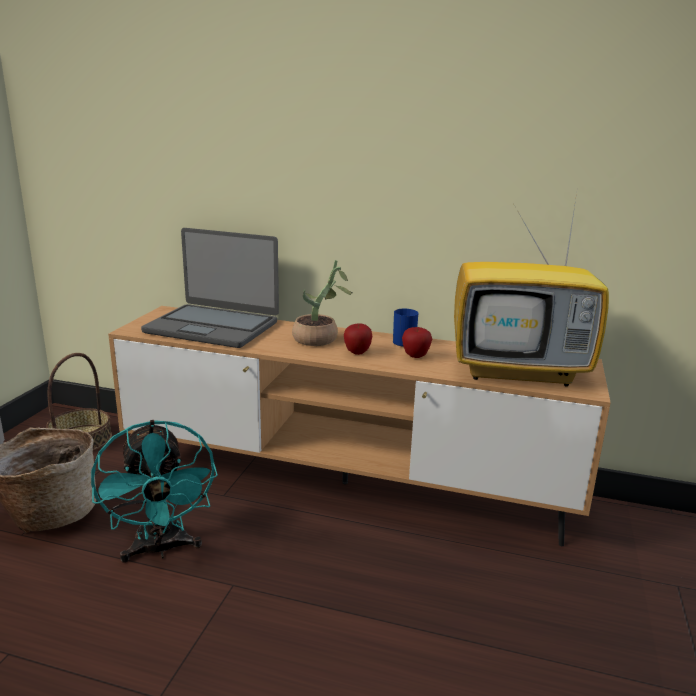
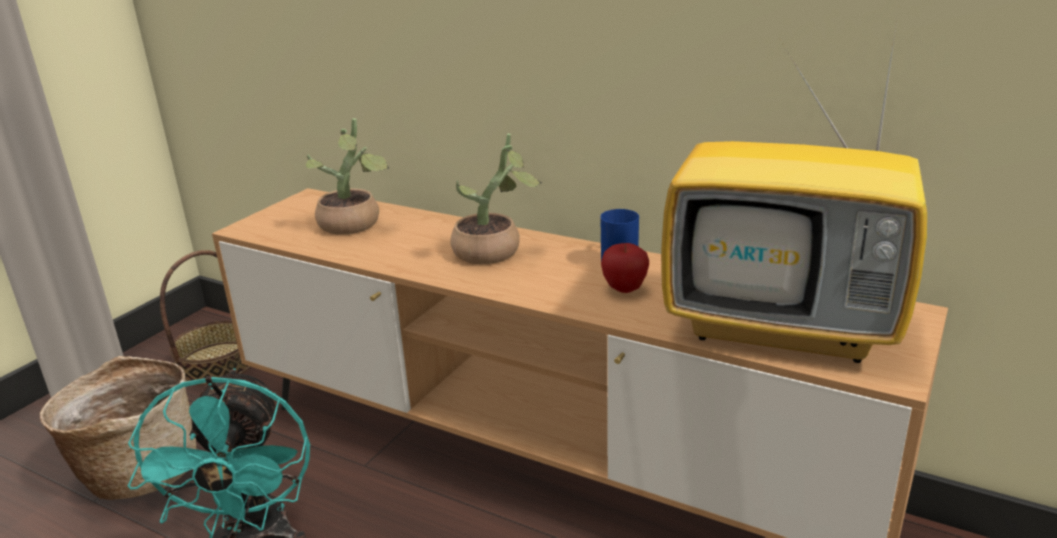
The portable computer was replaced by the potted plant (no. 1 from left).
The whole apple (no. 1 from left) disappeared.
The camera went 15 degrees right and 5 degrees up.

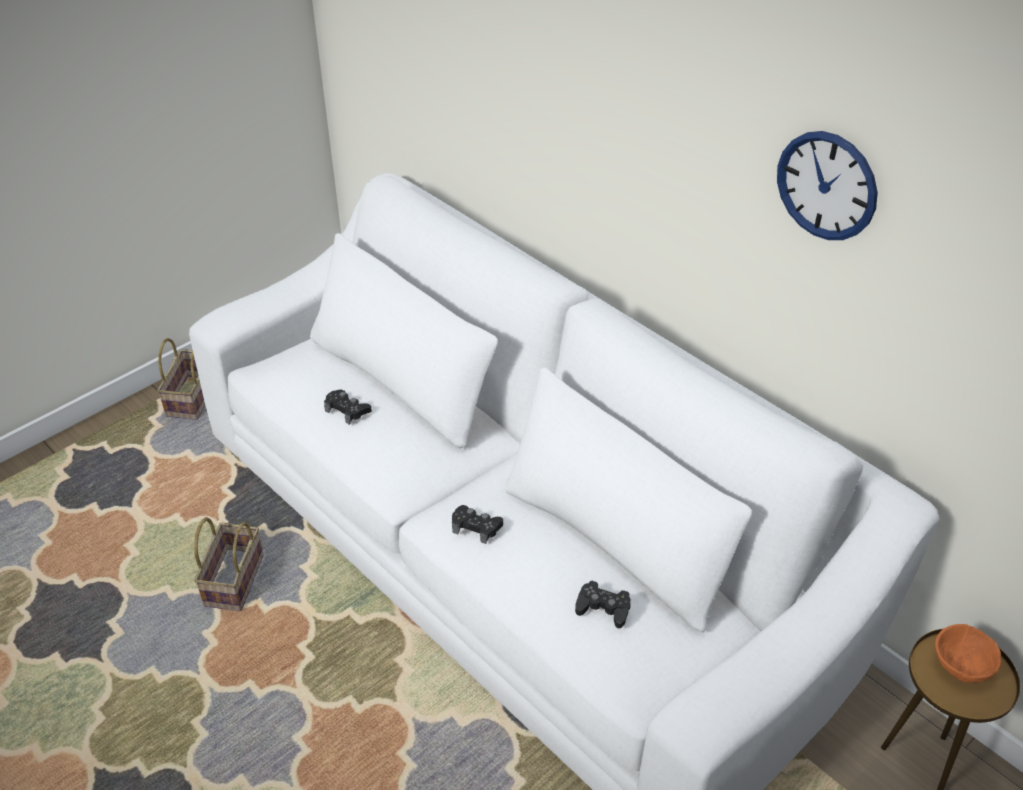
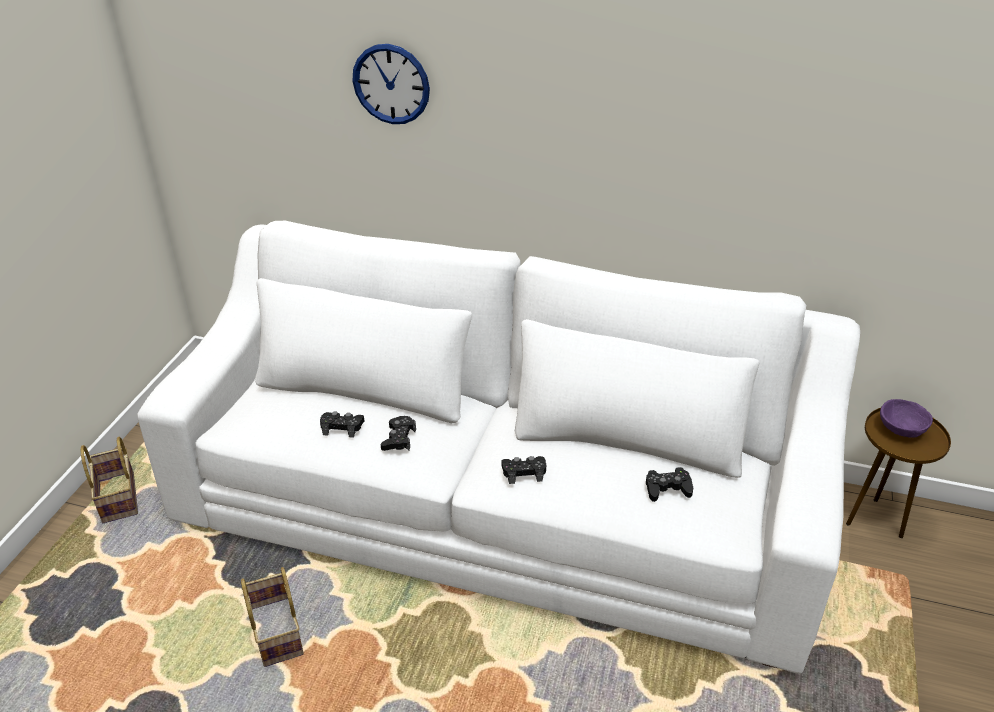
The clock on the wall moved.
The black-coloured gamepad (no. 2 from left) appeared.
The orange serving bowl became the purple serving bowl.
The camera went 30 degrees left and 5 degrees down.

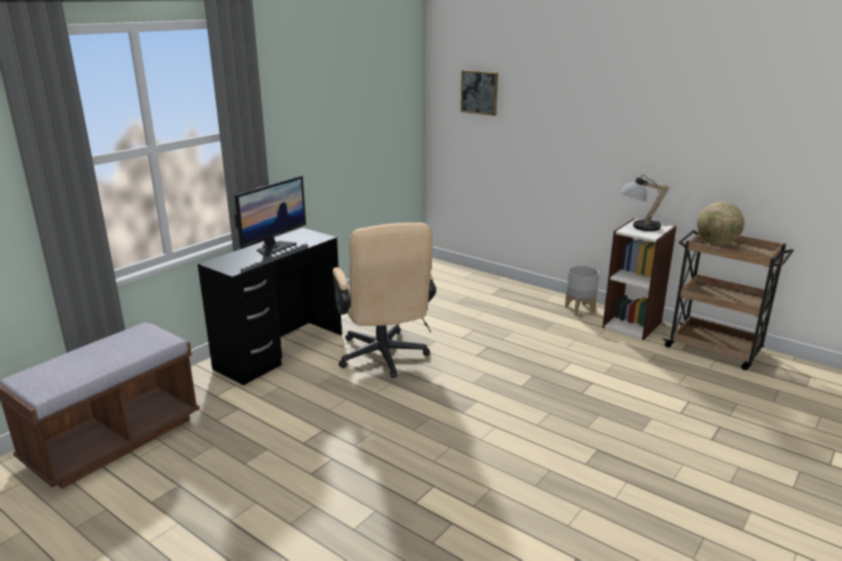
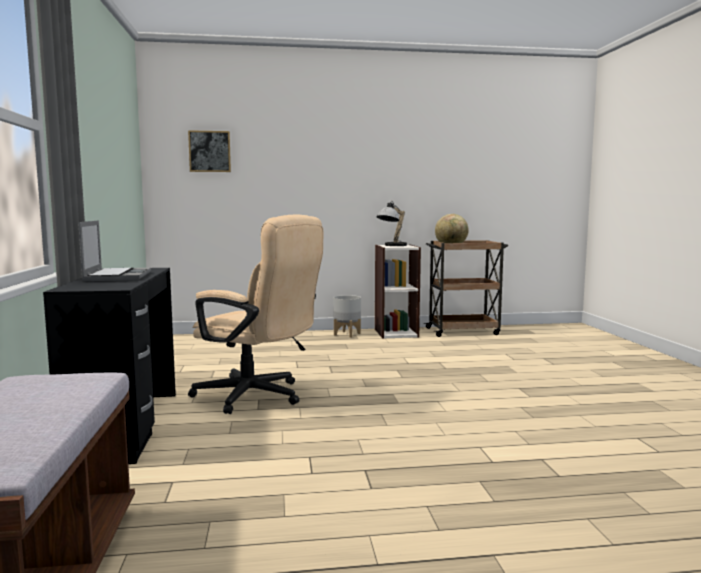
The monitor was replaced by the portable computer.
The camera went 45 degrees left and 15 degrees down.

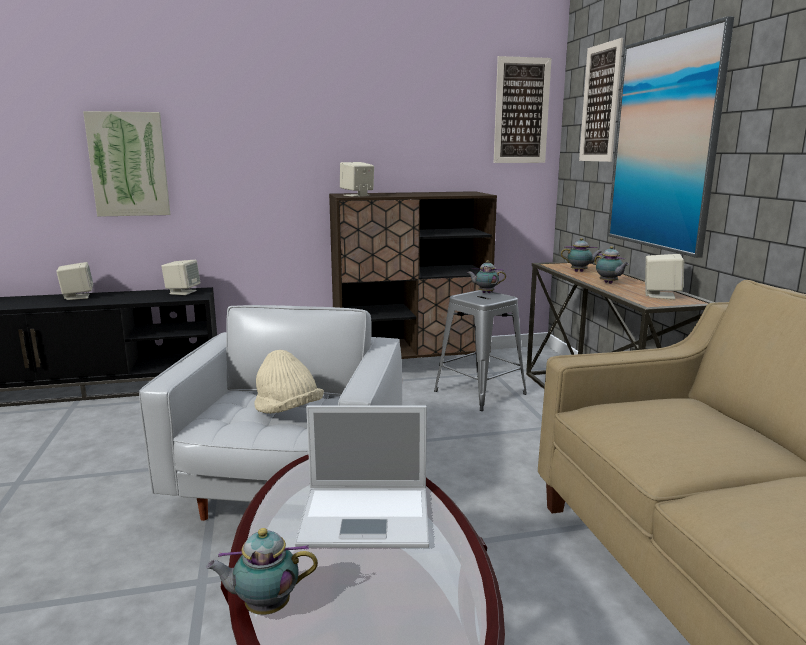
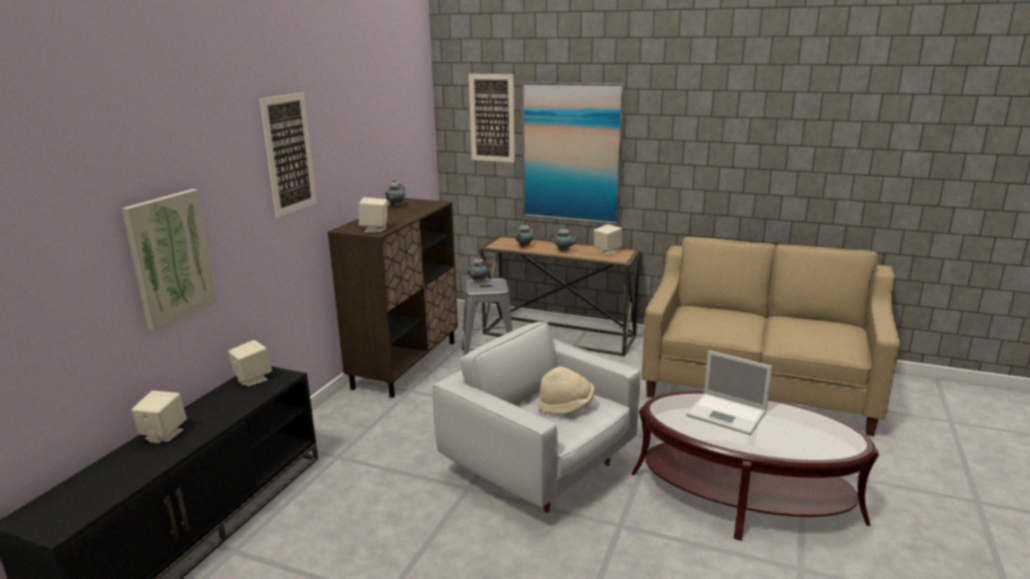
The wall picture (no. 2 from left) moved.
The teapot (no. 1 from left) moved.
The portable computer turned 90 degrees clockwise.
The camera went 55 degrees left and 5 degrees up.

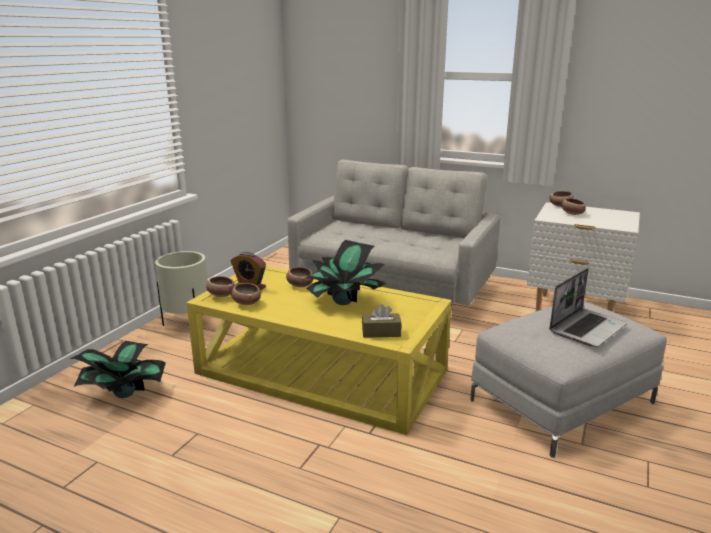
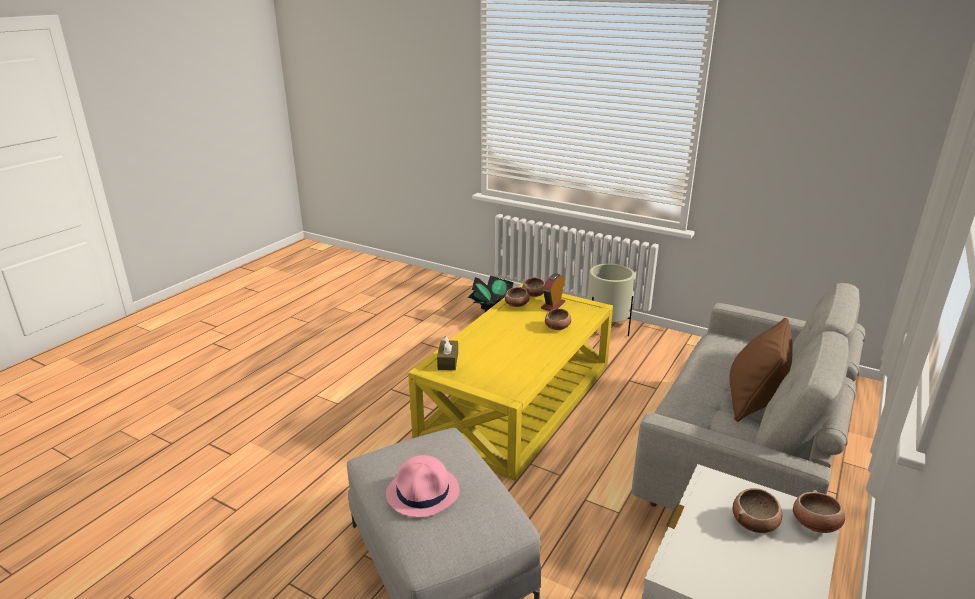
The portable computer was replaced by the pink-coloured hat.
The brownish cushion appeared.
The potted plant (no. 2 from left) disappeared.
The camera went 95 degrees right and 5 degrees up.

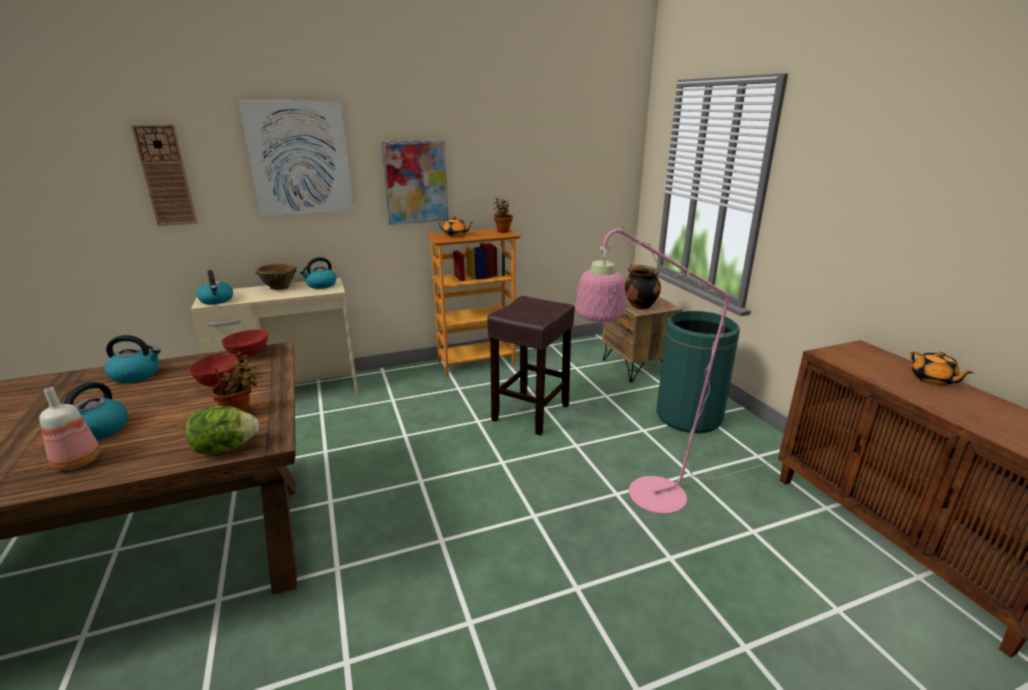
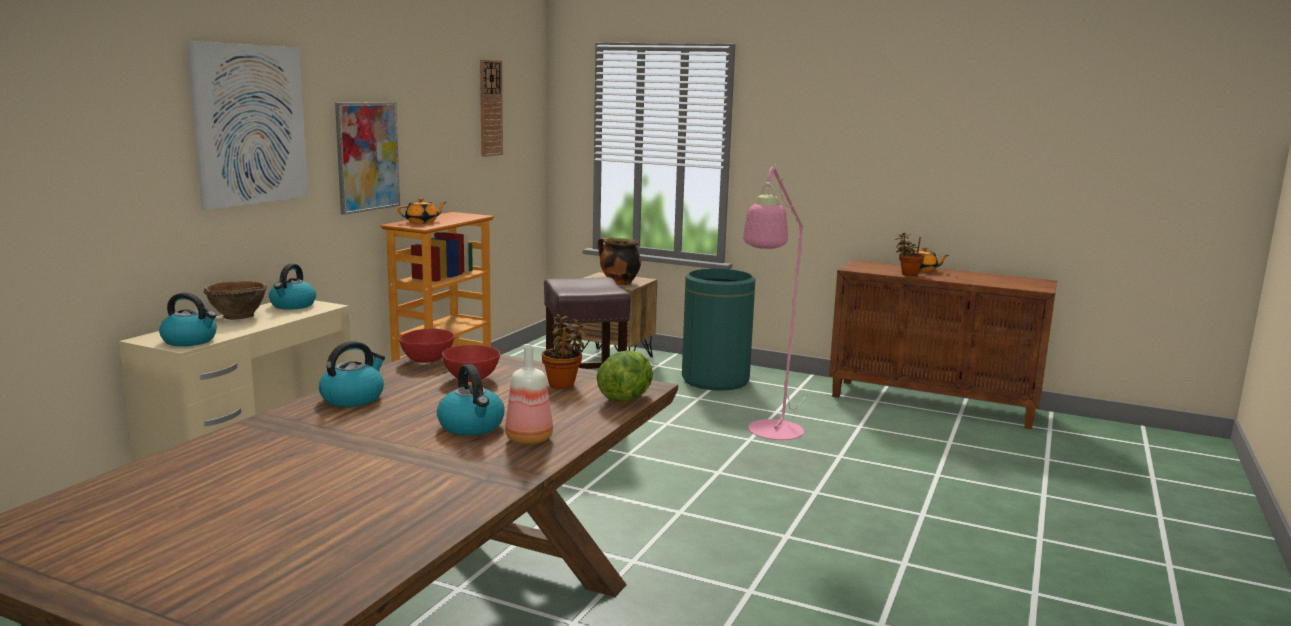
The clock on the wall moved.
The potted plant (no. 2 from left) moved.
The camera went 45 degrees left and 10 degrees down.

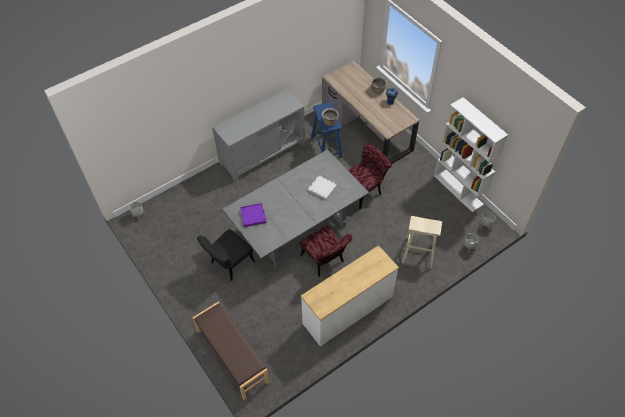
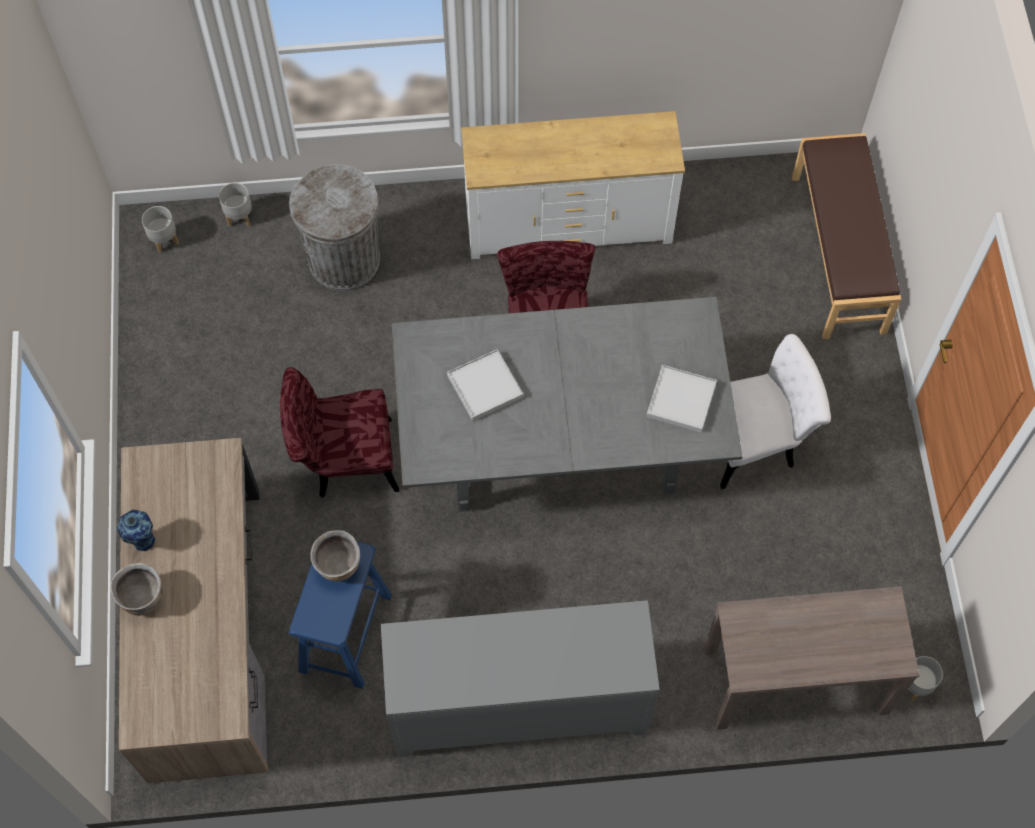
The sand-coloured stool was replaced by the gray waste bin.
The purple carrying tray became the white-coloured carrying tray (no. 2 from left).
The brownish narrow table appeared.
The black-coloured plain chair became the white-coloured plain chair.
The white-coloured bookcase disappeared.
The camera went 150 degrees left and 10 degrees up.

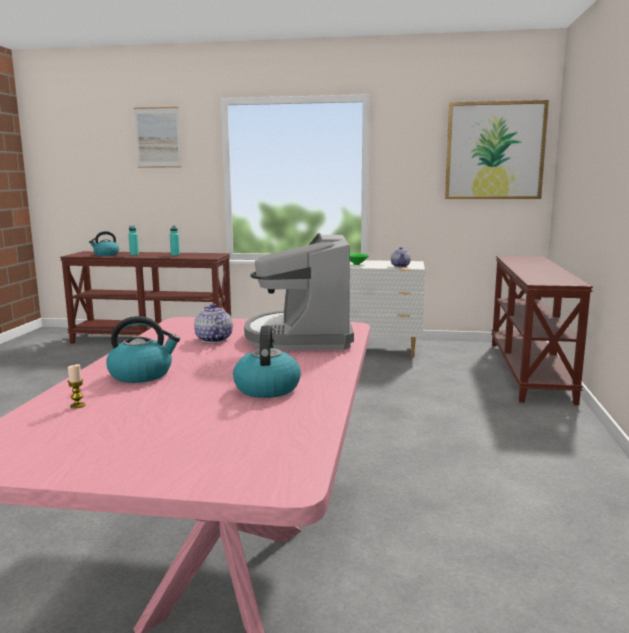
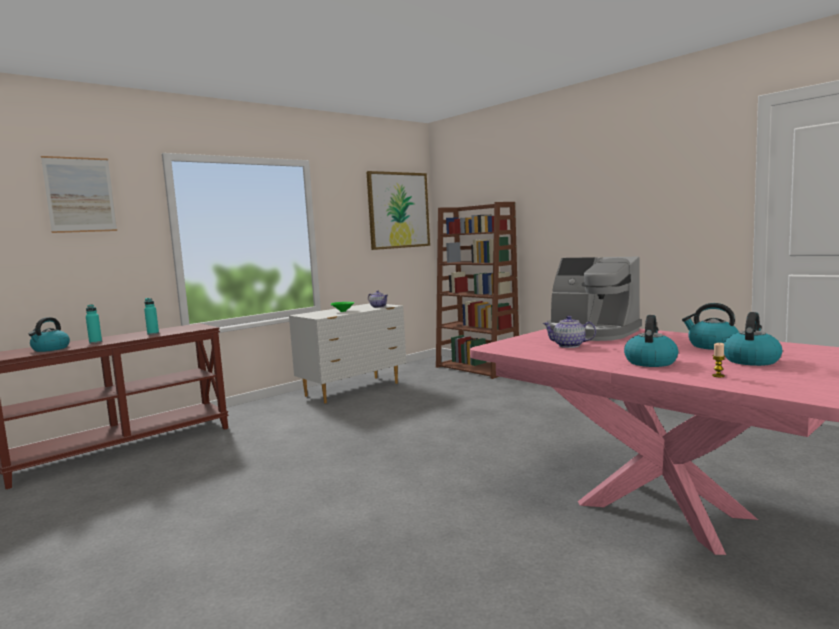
The brownish narrow table (no. 2 from left) was replaced by the brownish bookcase.
The kettle (no. 4 from left) appeared.
The camera went 50 degrees left and 5 degrees down.

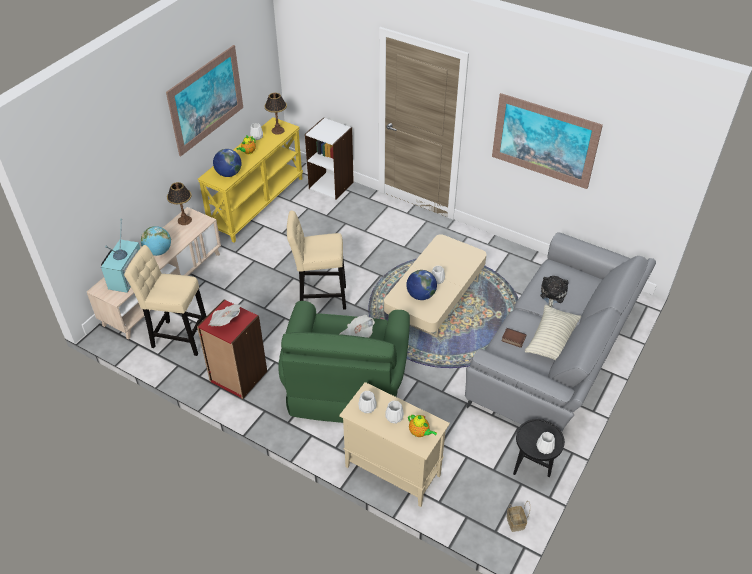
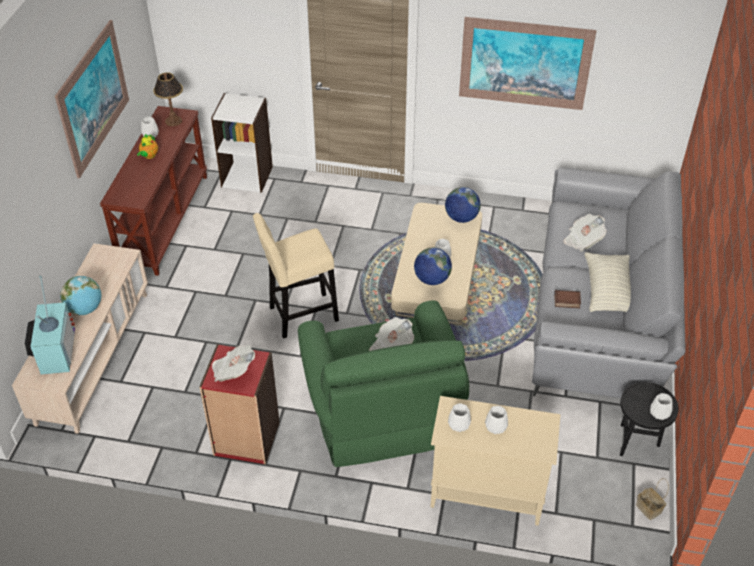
The yellow narrow table became the brownish narrow table.
The globe (no. 2 from left in the first image) moved.
The plush toy was replaced by the newspaper (no. 3 from left).
The sand-coloured stool (no. 1 from left) disappeared.
The lamp for a table (no. 1 from left) disappeared.
The teapot (no. 2 from left) disappeared.
The camera went 20 degrees left and 0 degrees up.

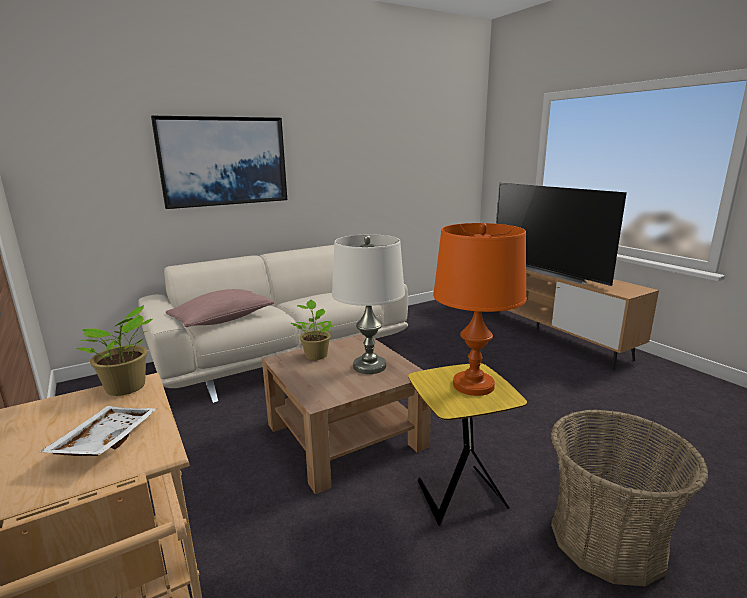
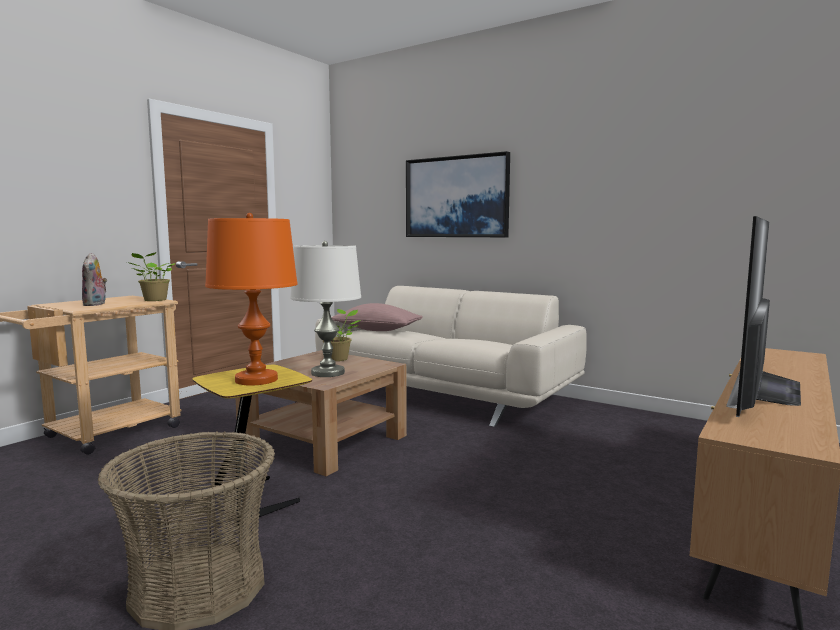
The white-coloured carrying tray was replaced by the plush toy.
The camera went 65 degrees right and 10 degrees down.

